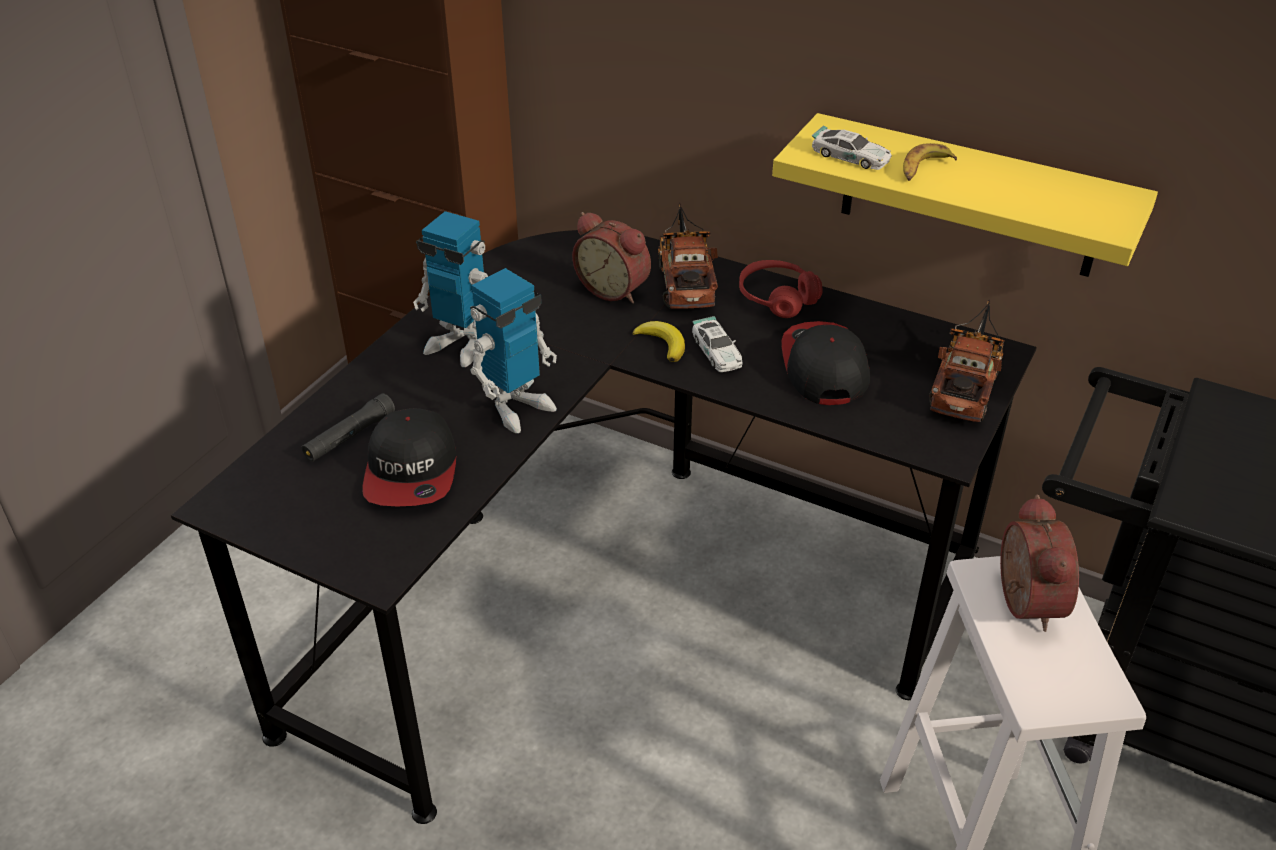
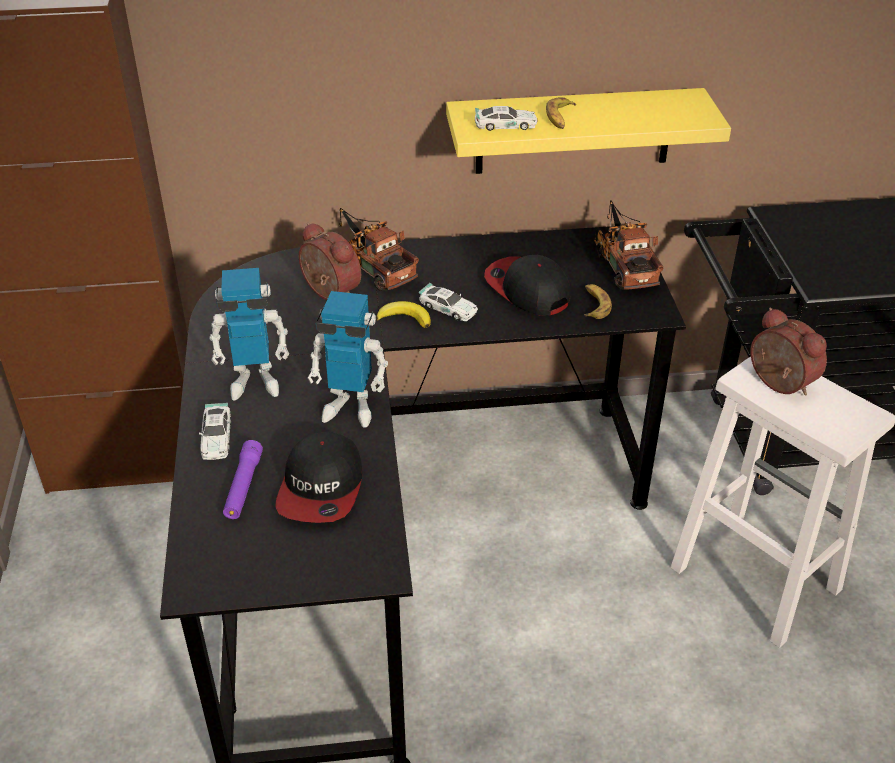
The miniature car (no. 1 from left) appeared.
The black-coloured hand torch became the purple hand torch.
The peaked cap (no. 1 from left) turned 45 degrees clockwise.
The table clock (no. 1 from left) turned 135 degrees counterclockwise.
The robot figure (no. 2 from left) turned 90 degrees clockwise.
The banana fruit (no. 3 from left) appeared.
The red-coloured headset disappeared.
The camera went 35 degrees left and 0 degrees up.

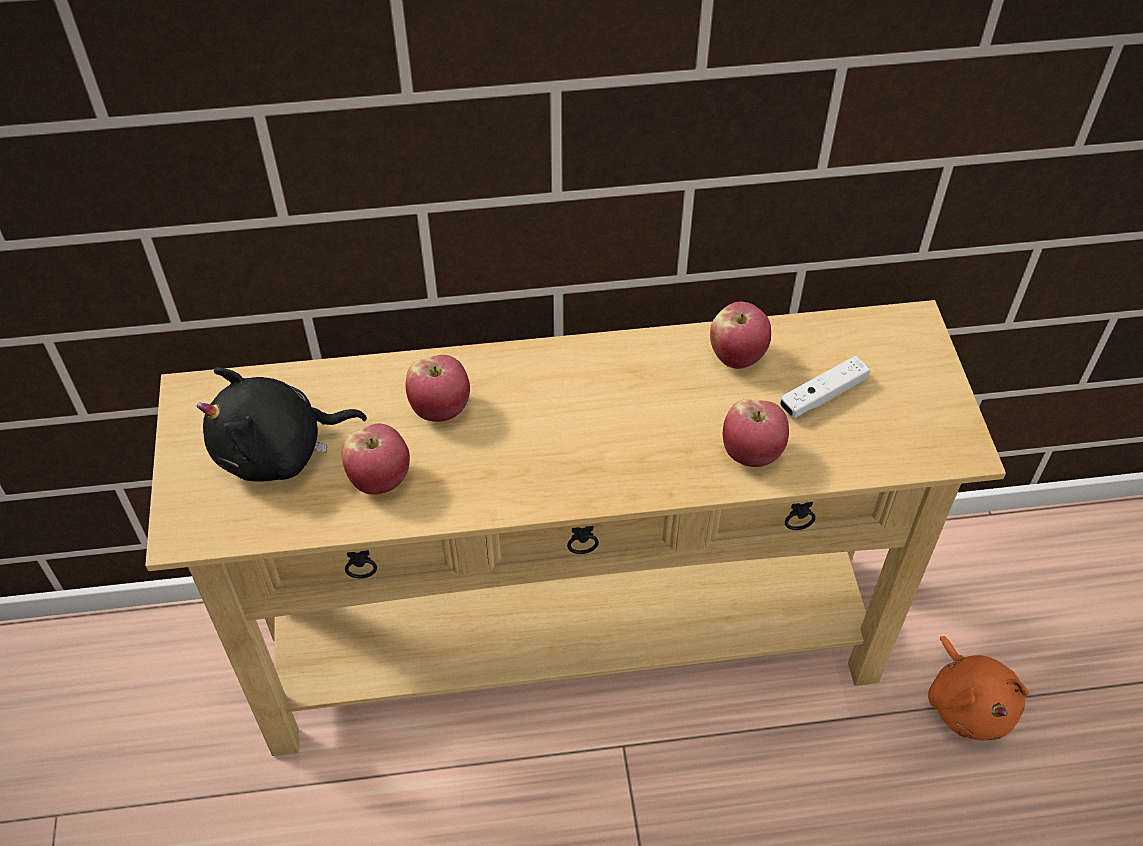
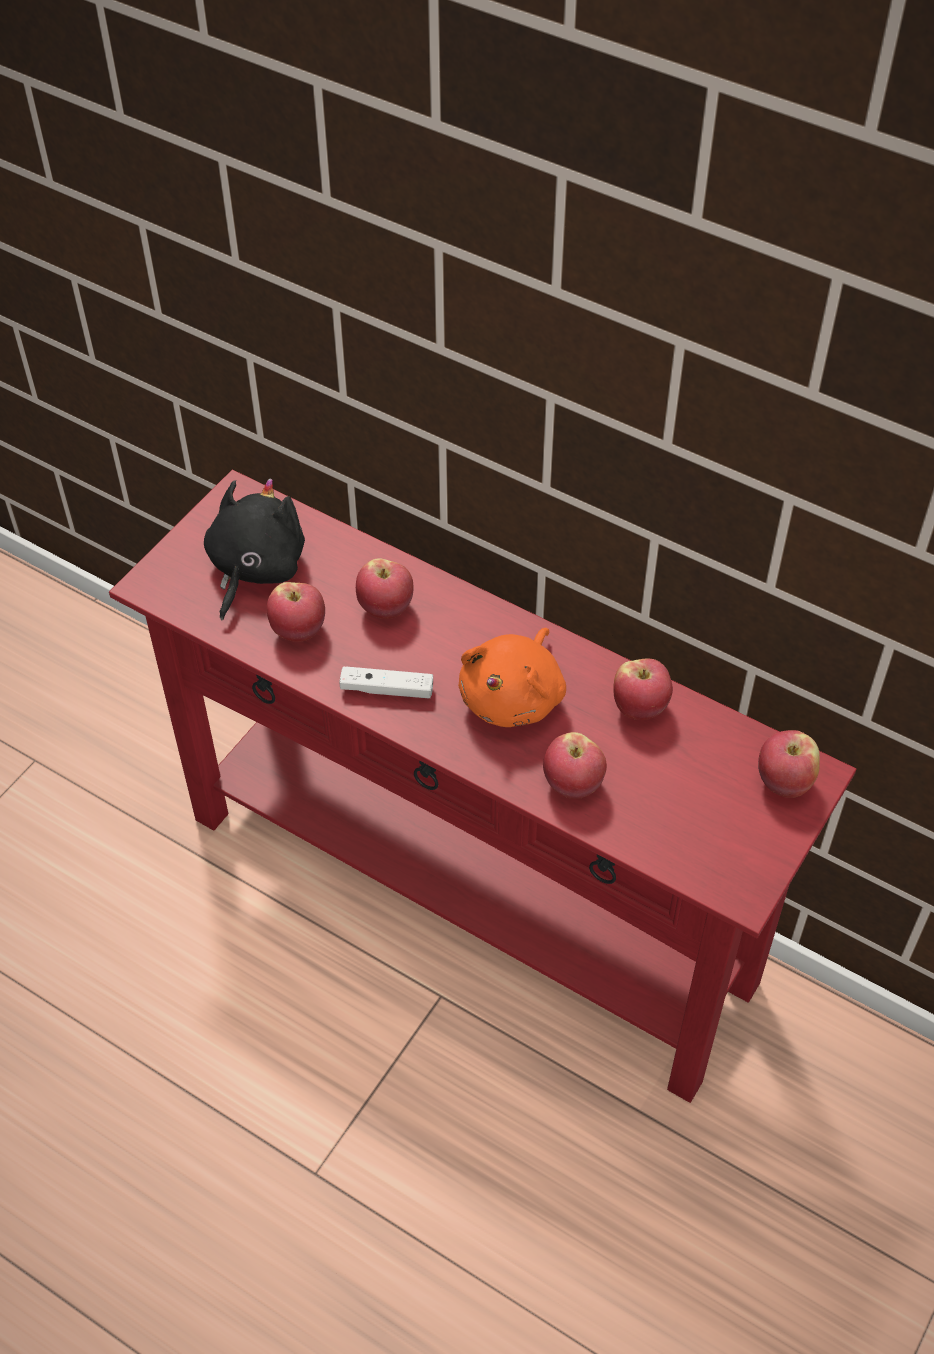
The sand-coloured narrow table became the red-coloured narrow table.
The black-coloured plush toy turned 90 degrees clockwise.
The white-coloured gamepad moved.
The orange plush toy moved.
The whole apple (no. 5 from left) appeared.
The camera went 40 degrees right and 0 degrees up.

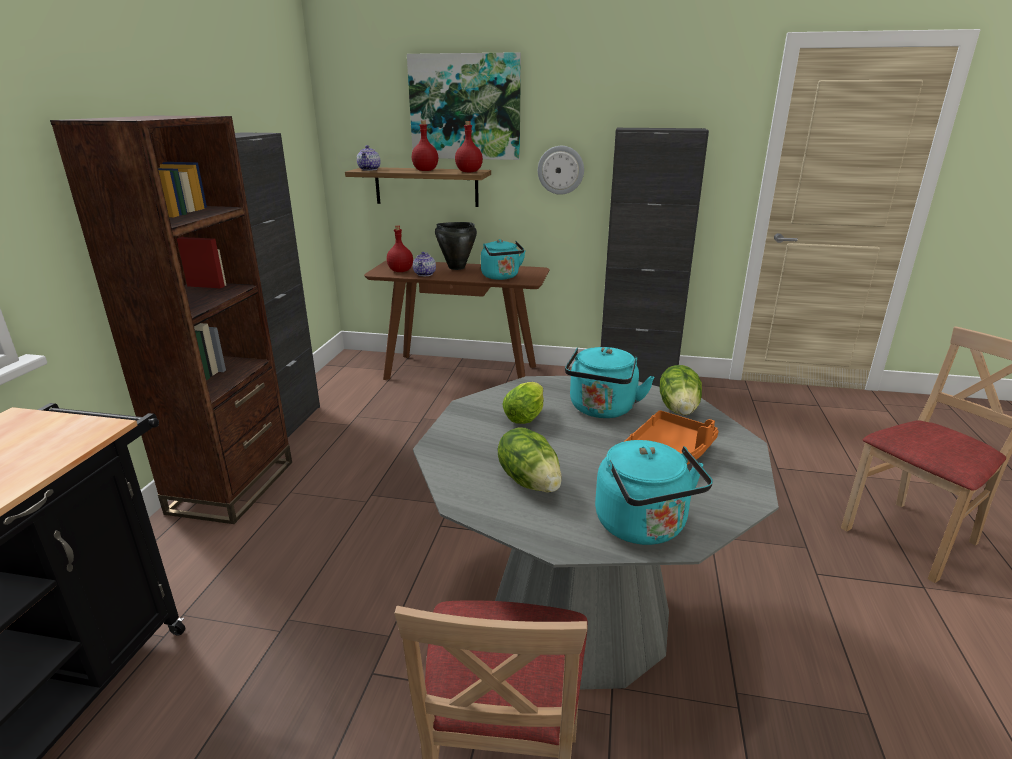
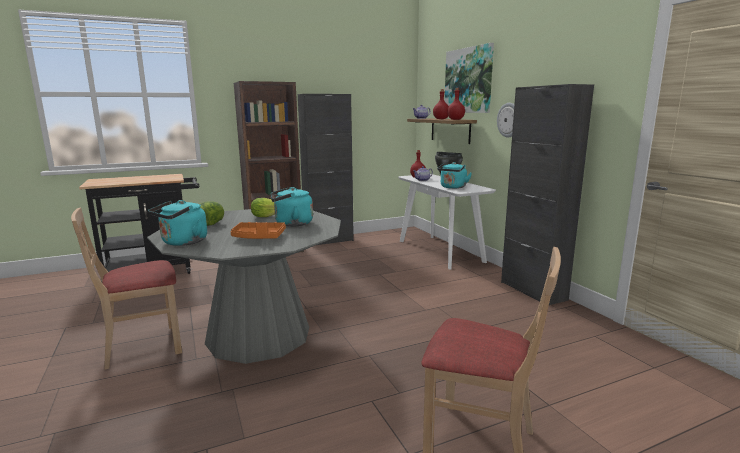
The brownish narrow table became the white-coloured narrow table.
The lettuce head (no. 3 from left) disappeared.
The camera went 55 degrees right and 10 degrees down.

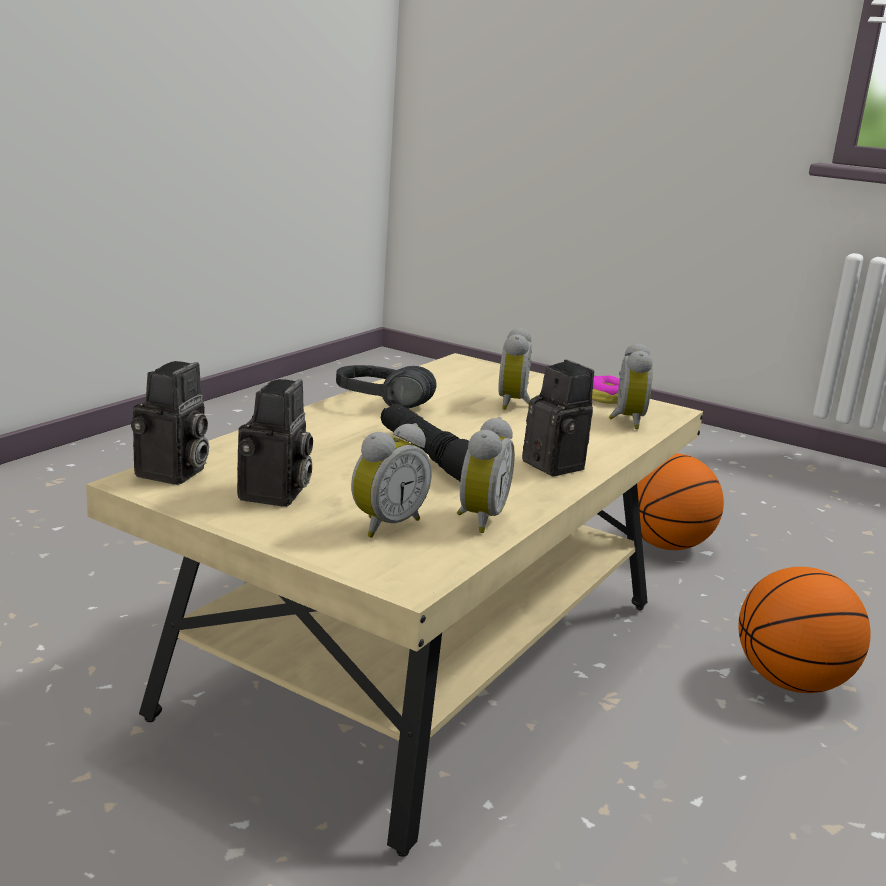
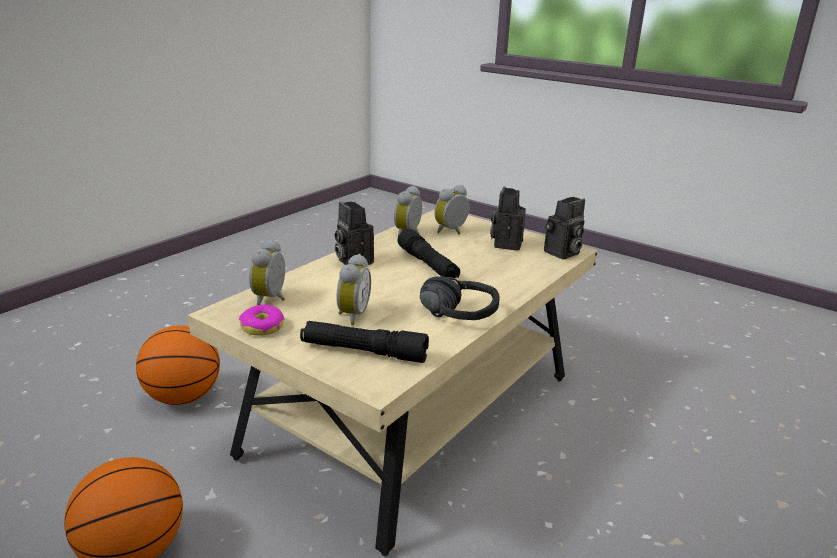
The black-coloured hand torch (no. 1 from left) appeared.
The still camera (no. 1 from left in the first image) turned 150 degrees counterclockwise.
The camera went 175 degrees left and 5 degrees up.

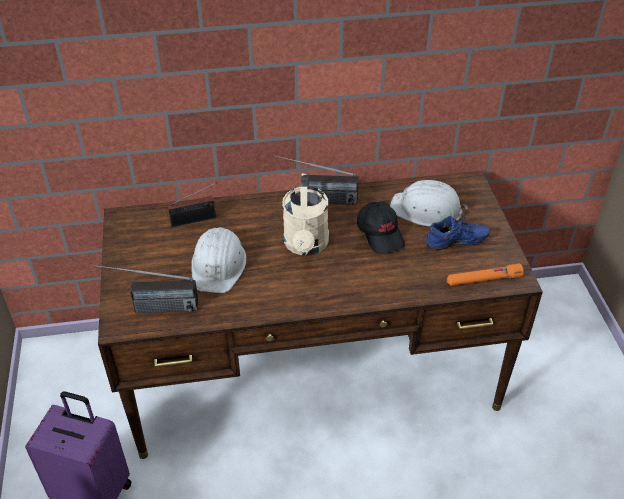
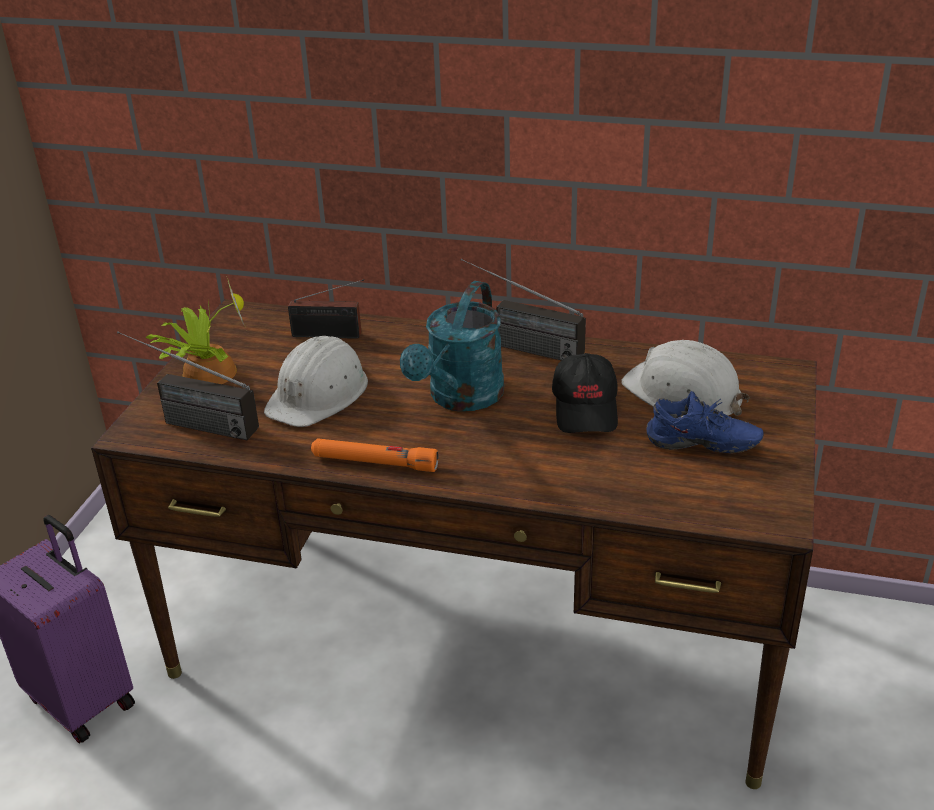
The potted plant appeared.
The orange hand torch moved.
The sand-coloured sprinkling can became the blue-green sprinkling can.
The camera went 25 degrees right and 10 degrees down.

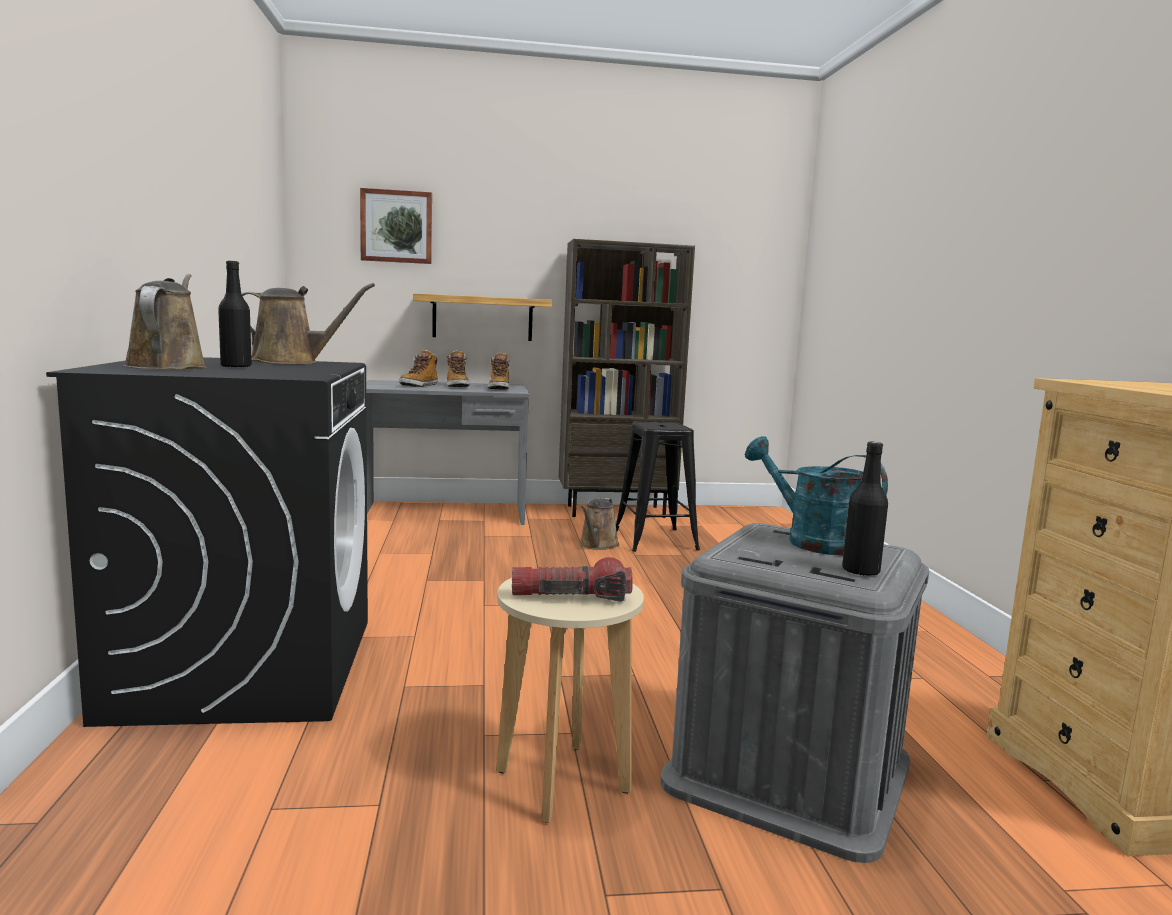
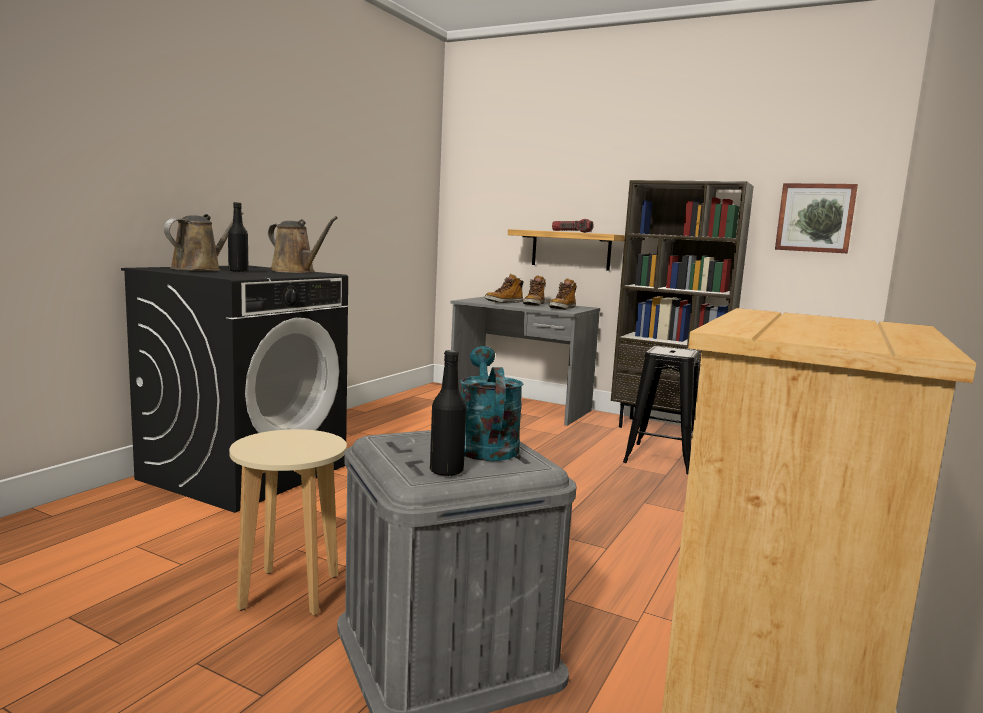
The hand torch moved.
The wall picture moved.
The brownish sprinkling can (no. 3 from left) disappeared.
The camera went 35 degrees right and 0 degrees up.

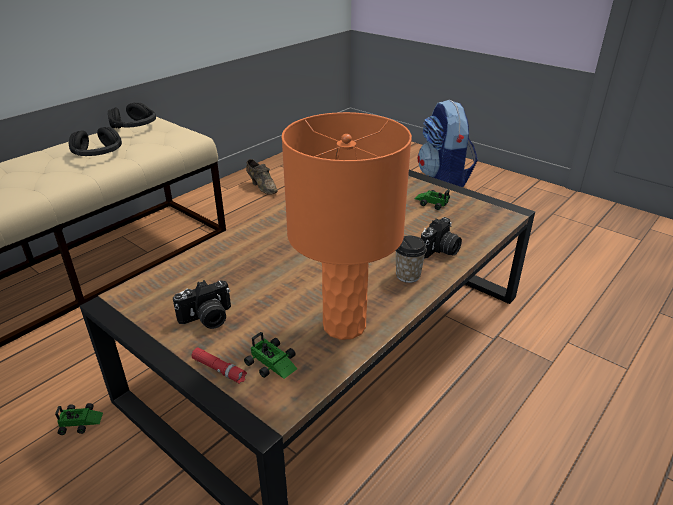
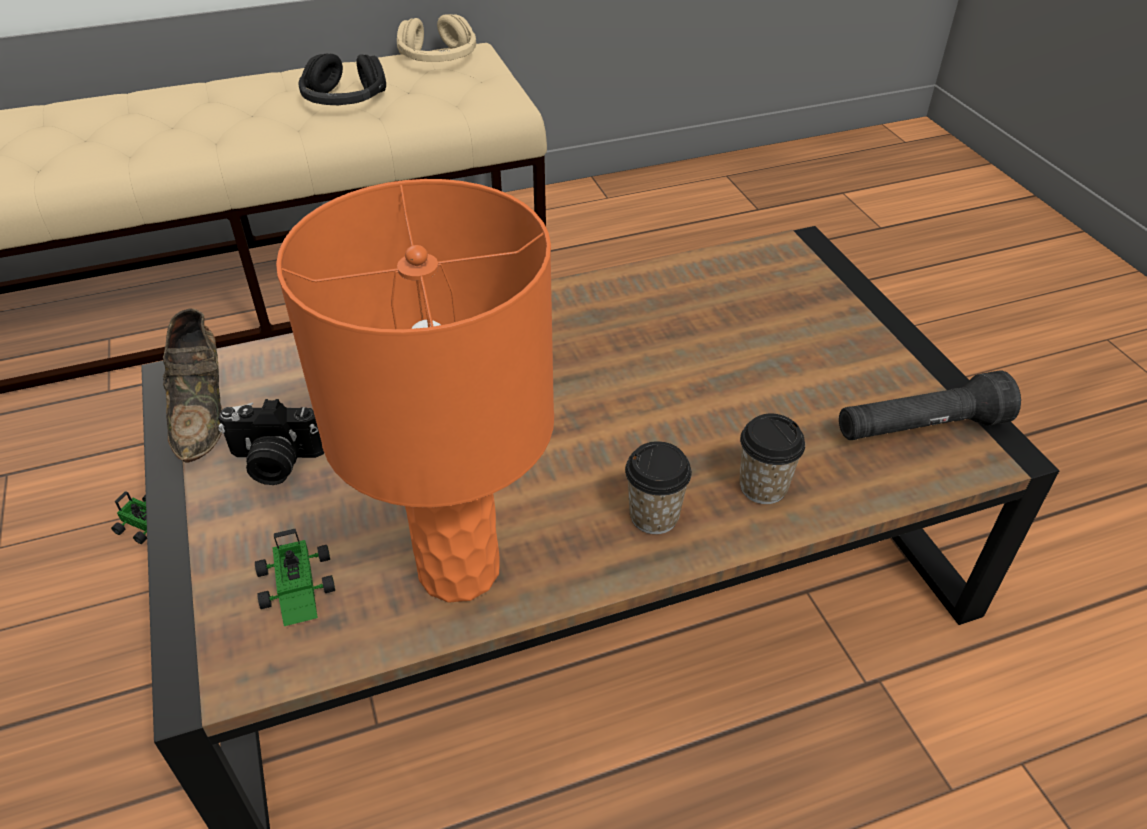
The brownish shoe moved.
The black-coloured headset (no. 2 from left) became the sand-coloured headset.
The still camera (no. 2 from left) was replaced by the drinking cup (no. 2 from left).
The black-coloured hand torch appeared.
The red-coloured hand torch disappeared.
The miniature car (no. 3 from left) disappeared.
The rucksack disappeared.
The camera went 30 degrees right and 10 degrees up.

